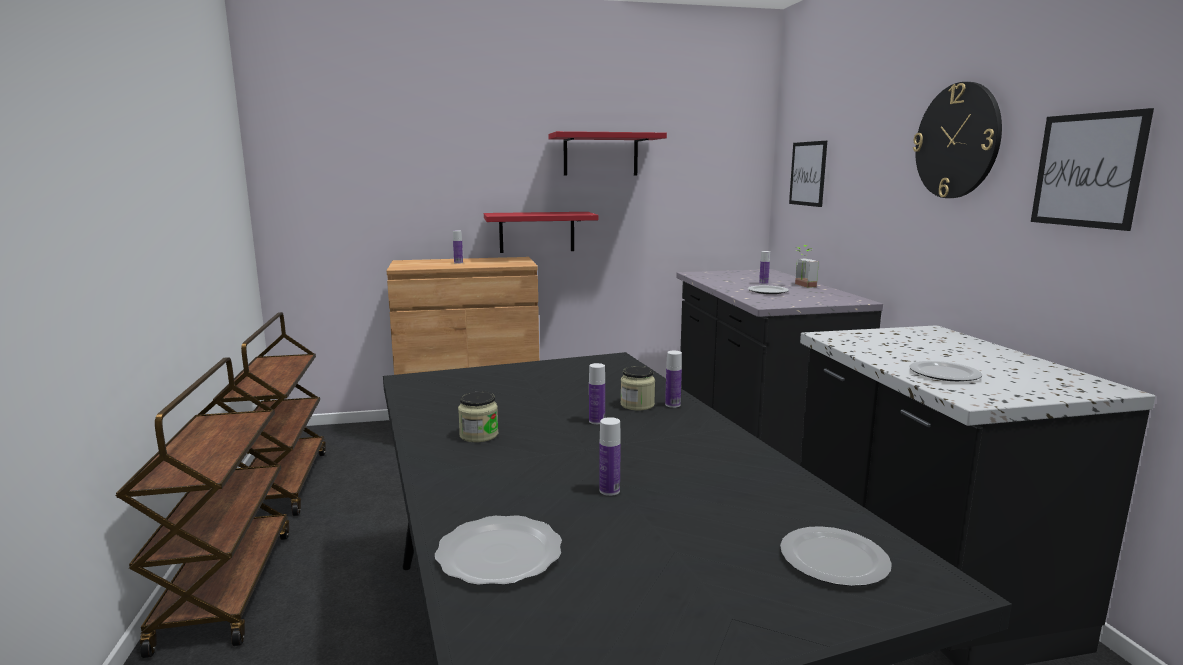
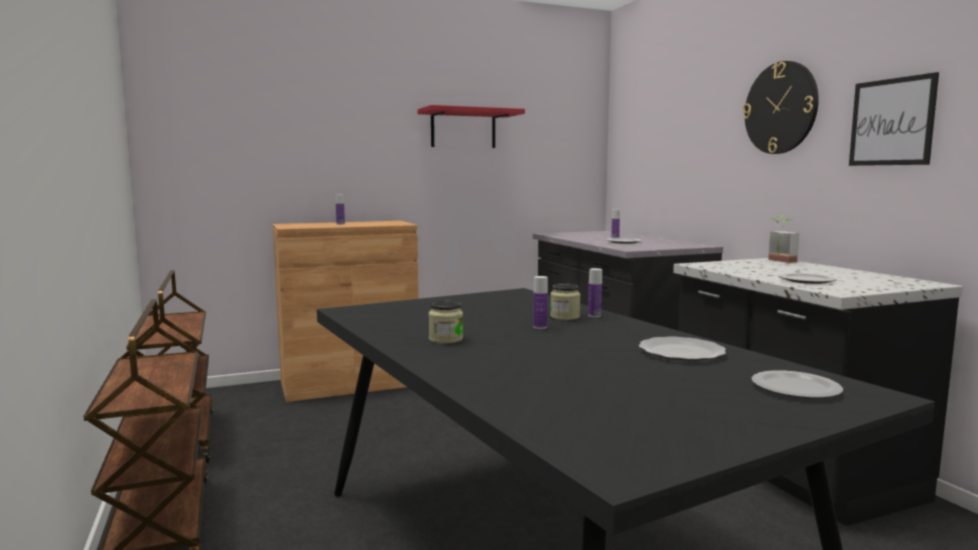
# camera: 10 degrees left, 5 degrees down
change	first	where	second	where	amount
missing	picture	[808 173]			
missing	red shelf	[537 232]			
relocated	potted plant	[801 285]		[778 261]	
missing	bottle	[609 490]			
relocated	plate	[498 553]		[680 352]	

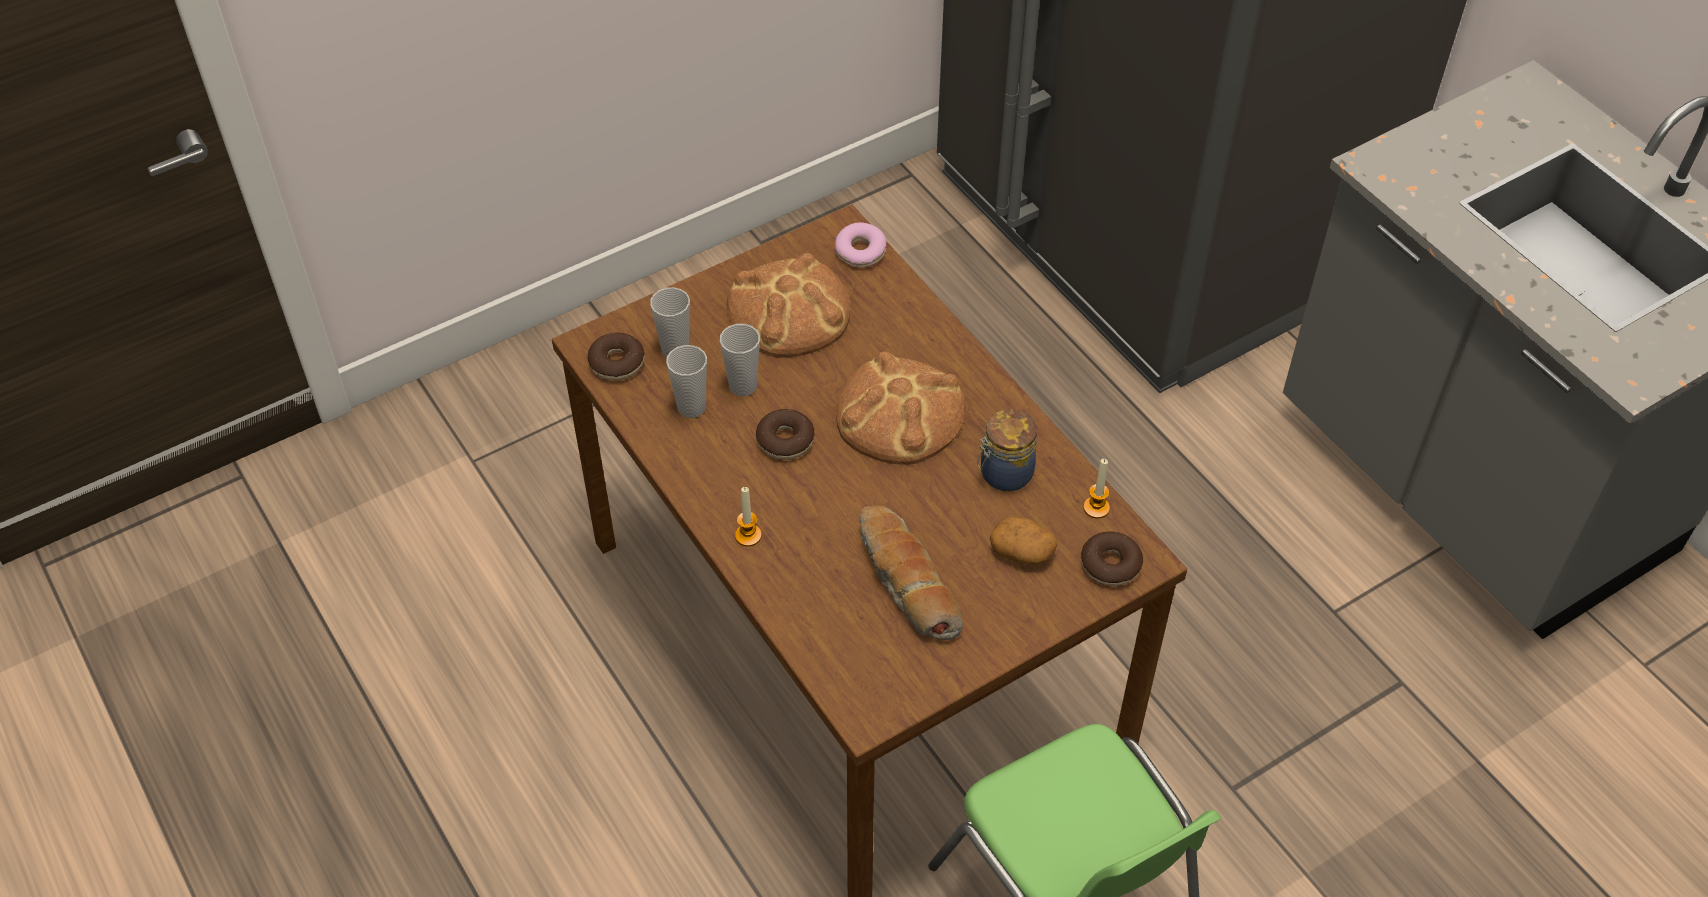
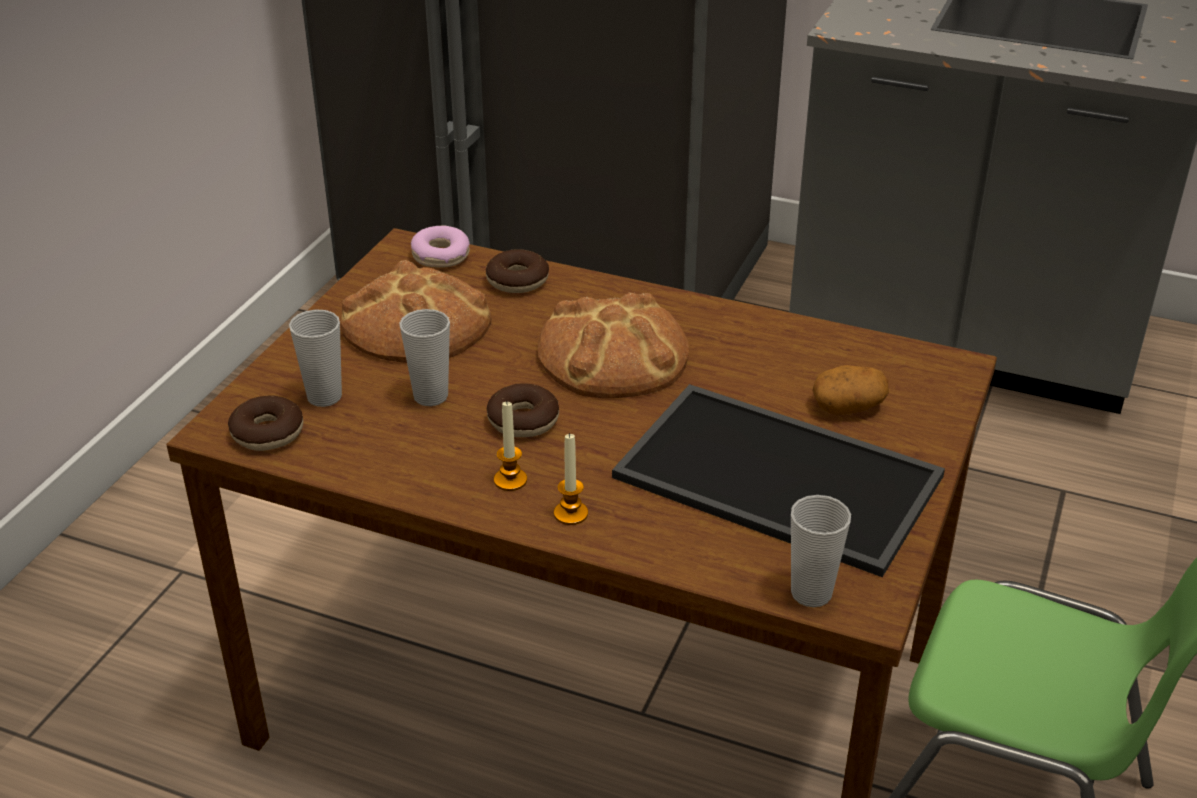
# camera: 35 degrees left, 15 degrees down
change	first	where	second	where	amount
relocated	cup	[691 407]		[811 593]	
missing	jar	[1004 474]			
relocated	candle	[1096 508]		[510 480]	
exchanged	bread	[905 583]	tray	[772 478]	
relocated	donut	[1110 565]		[517 281]	

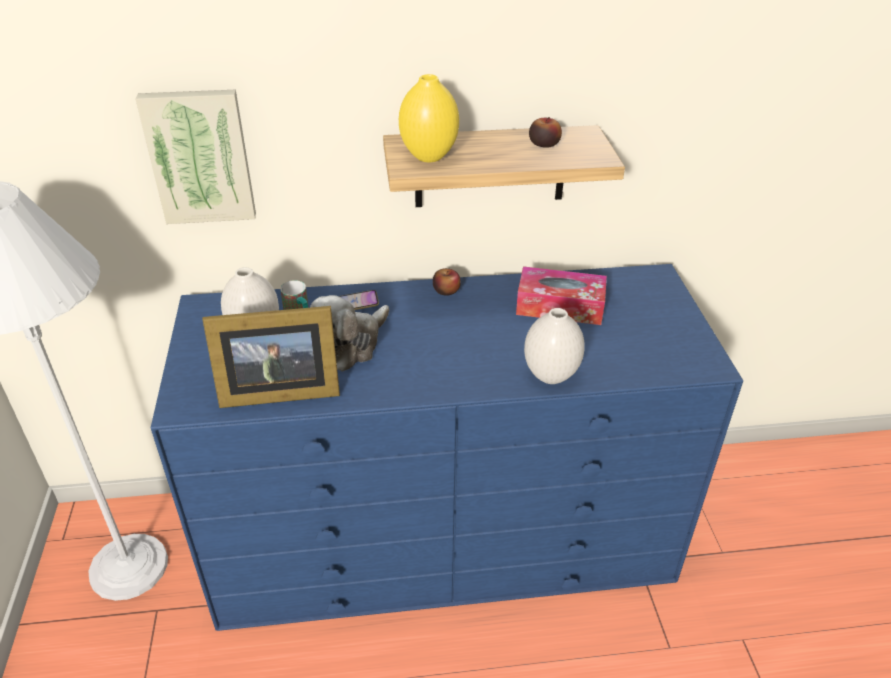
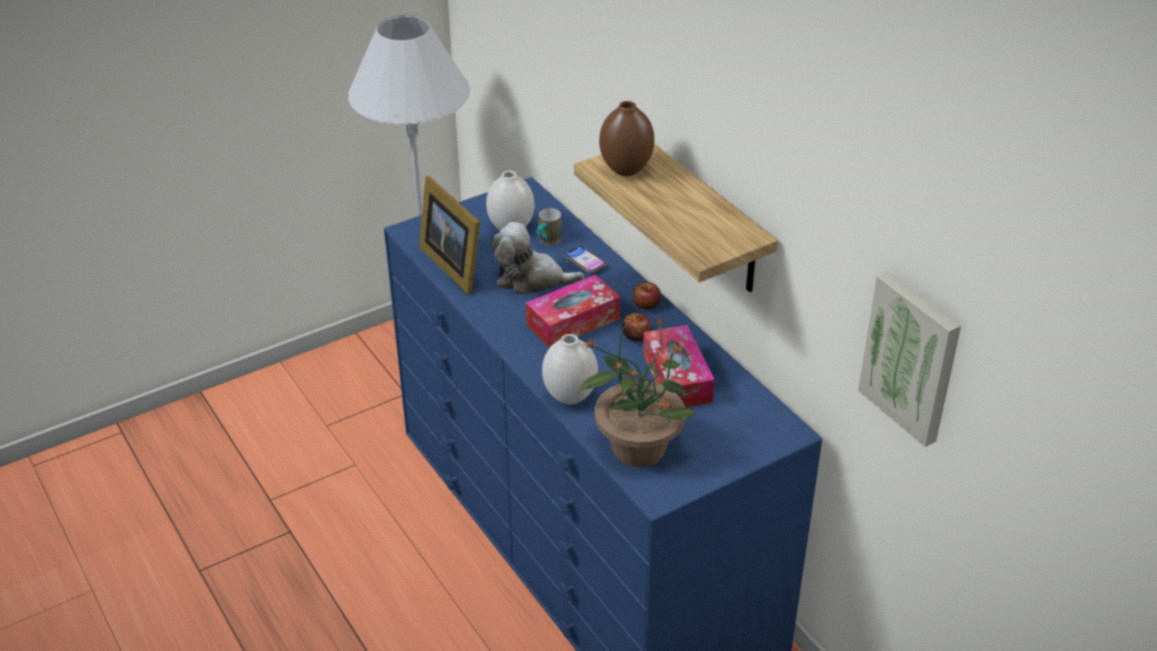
# camera: 65 degrees right, 0 degrees up
change	first	where	second	where	amount
colour	yellow vase	[429 156]	brown vase	[627 170]	
relocated	picture	[200 156]		[912 357]	
relocated	apple	[544 144]		[635 335]	
appeared			tissue box	[573 322]	
appeared			potted plant	[638 447]	

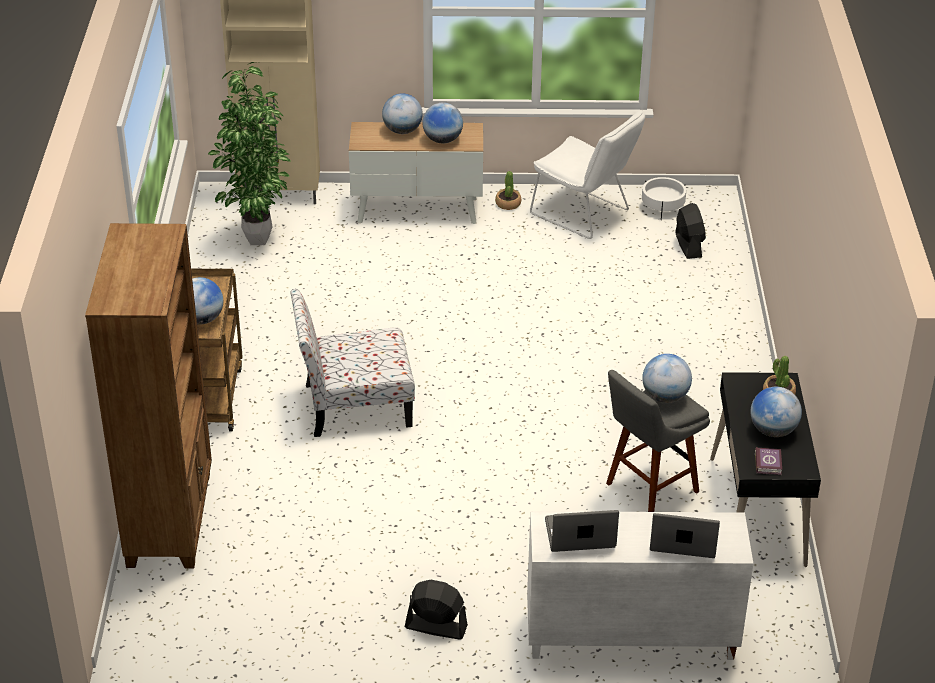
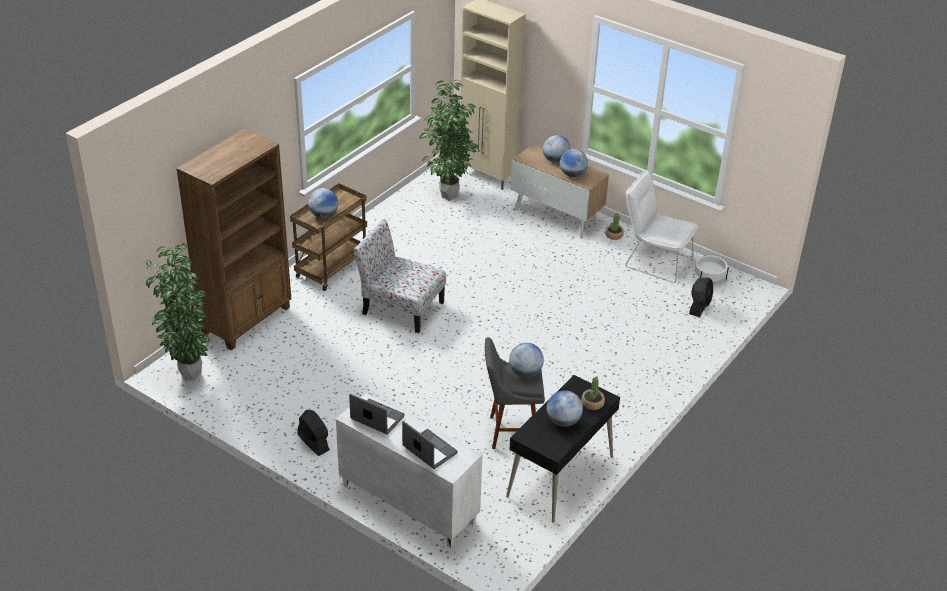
# camera: 35 degrees right, 0 degrees up
change	first	where	second	where	amount
spun	white chair	[585 214]		[654 261]	135 degrees clockwise
missing	book	[768 463]			
appeared			potted plant	[189 373]	

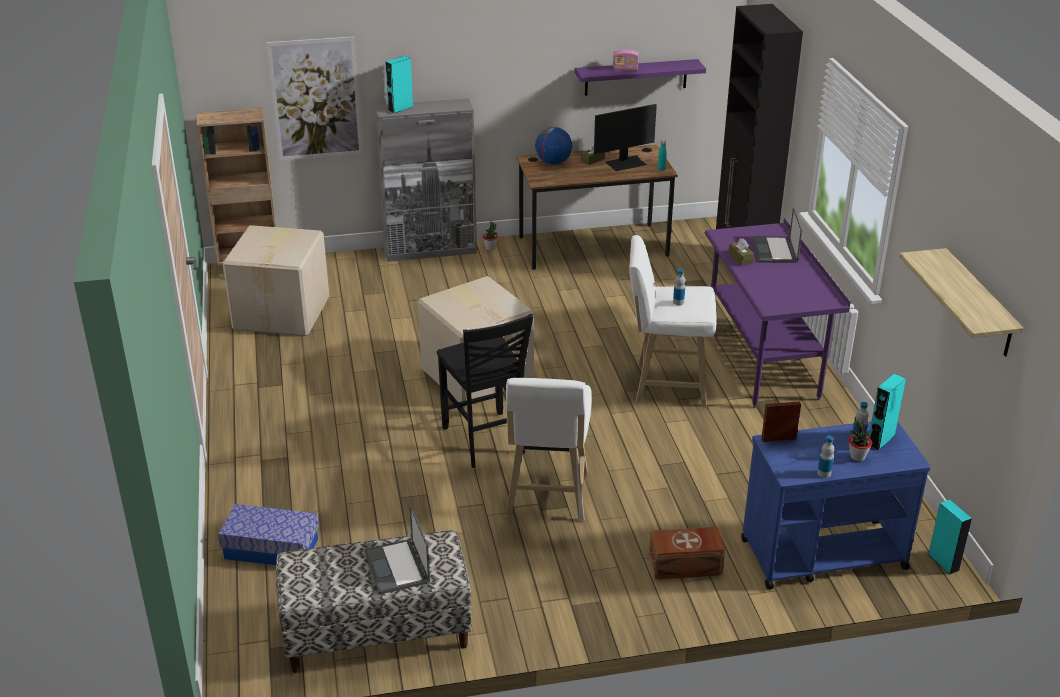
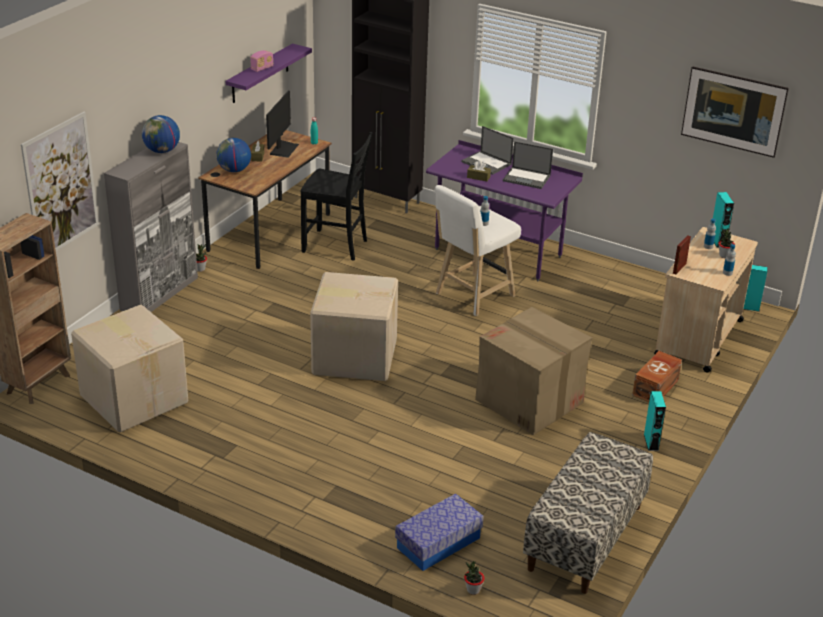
# camera: 50 degrees left, 0 degrees up
change	first	where	second	where	amount
relocated	turquoise speaker	[400 108]		[651 442]	
exchanged	shelf	[979 304]	picture	[730 128]	
relocated	black chair	[485 441]		[336 246]	
exchanged	white stool	[546 498]	cardboard box	[530 401]	
colour	blue cart	[822 554]	beige cart	[698 338]	
relocated	laptop	[397 567]		[527 178]	
appeared			globe	[162 151]	
appeared			potted plant	[473 590]	

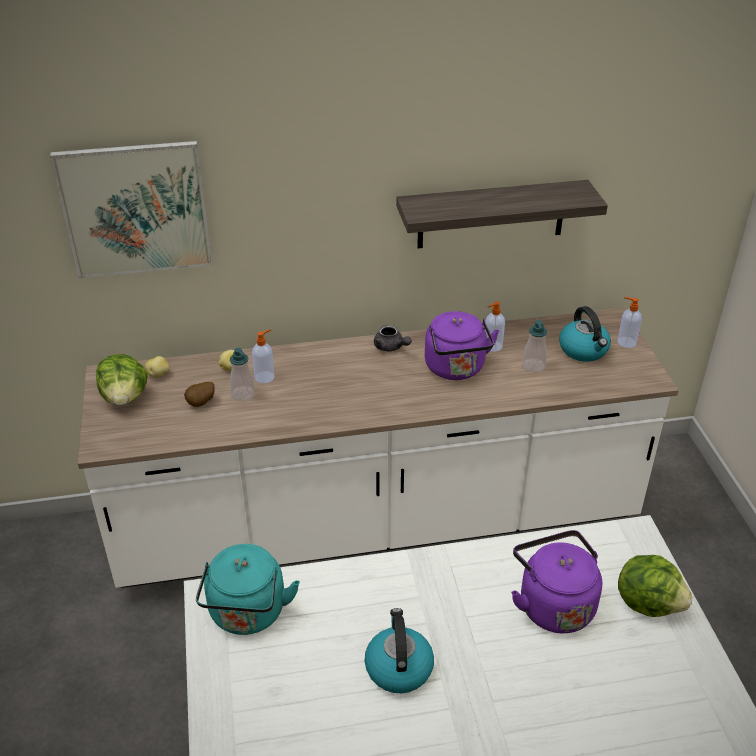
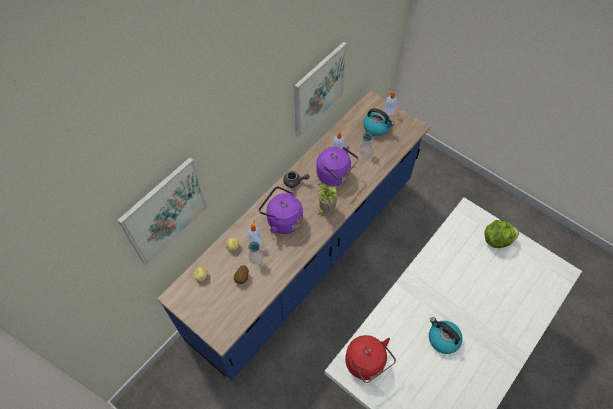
# camera: 40 degrees left, 20 degrees up
change	first	where	second	where	amount
exchanged	shelf	[491 214]	picture	[318 89]	
colour	white counter	[378 524]	blue counter	[306 257]	
missing	lettuce	[125 398]			
relocated	purple kettle	[553 604]		[282 220]	
colour	turquoise kettle	[247 615]	red kettle	[367 364]	
appeared			potted plant	[326 209]	

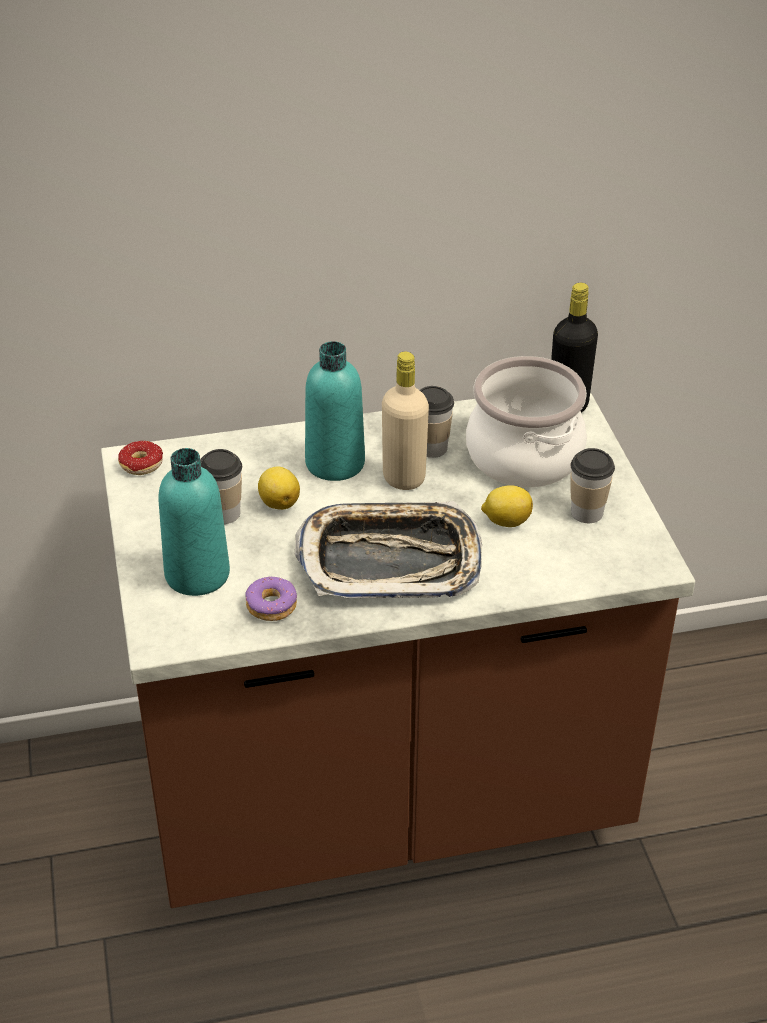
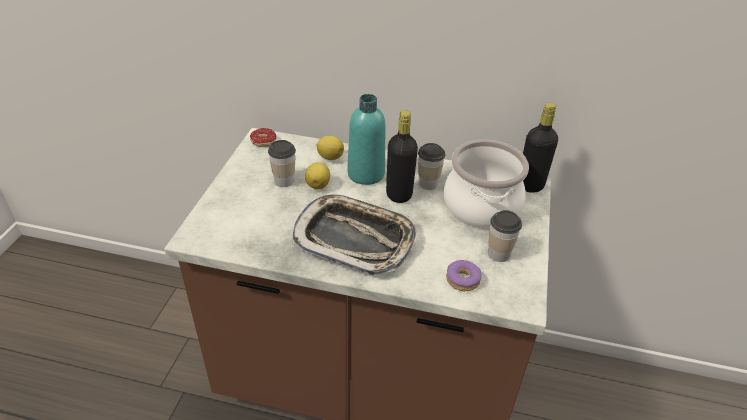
# camera: 25 degrees right, 0 degrees up
change	first	where	second	where	amount
colour	beige bottle	[404 478]	black bottle	[399 195]	
missing	turquoise bottle	[197 574]			
relocated	lemon	[506 521]		[329 157]	
relocated	donut	[272 605]		[463 280]	

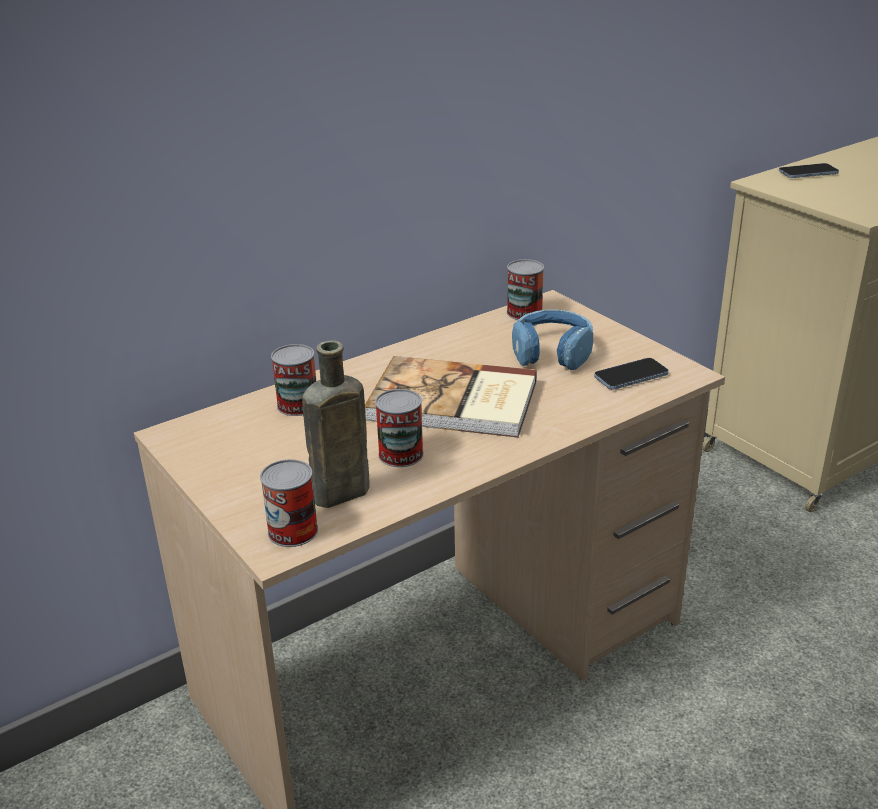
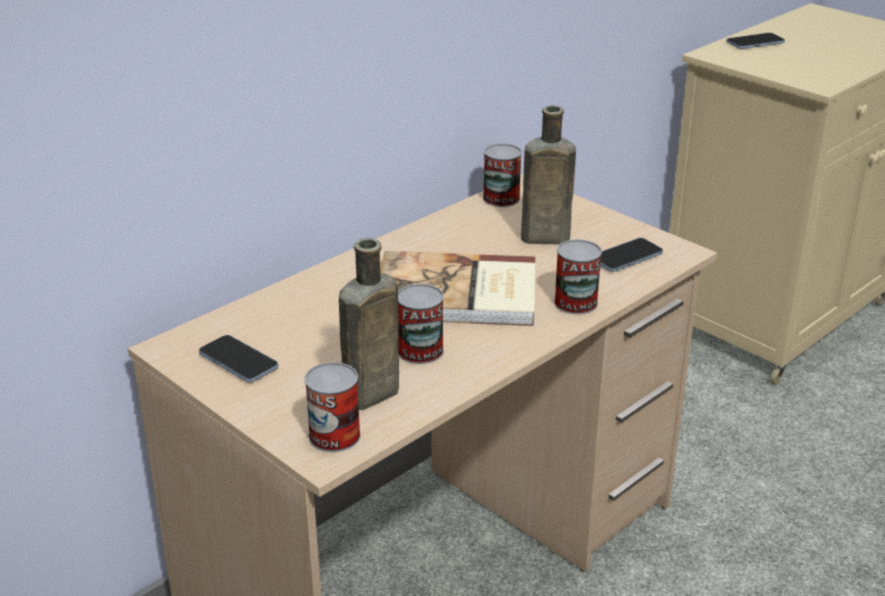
# camera: 10 degrees left, 0 degrees up
change	first	where	second	where	amount
exchanged	blue headphones	[552 352]	brown bottle	[541 238]	
relocated	can	[298 405]		[575 303]	
appeared			phone	[238 361]	

